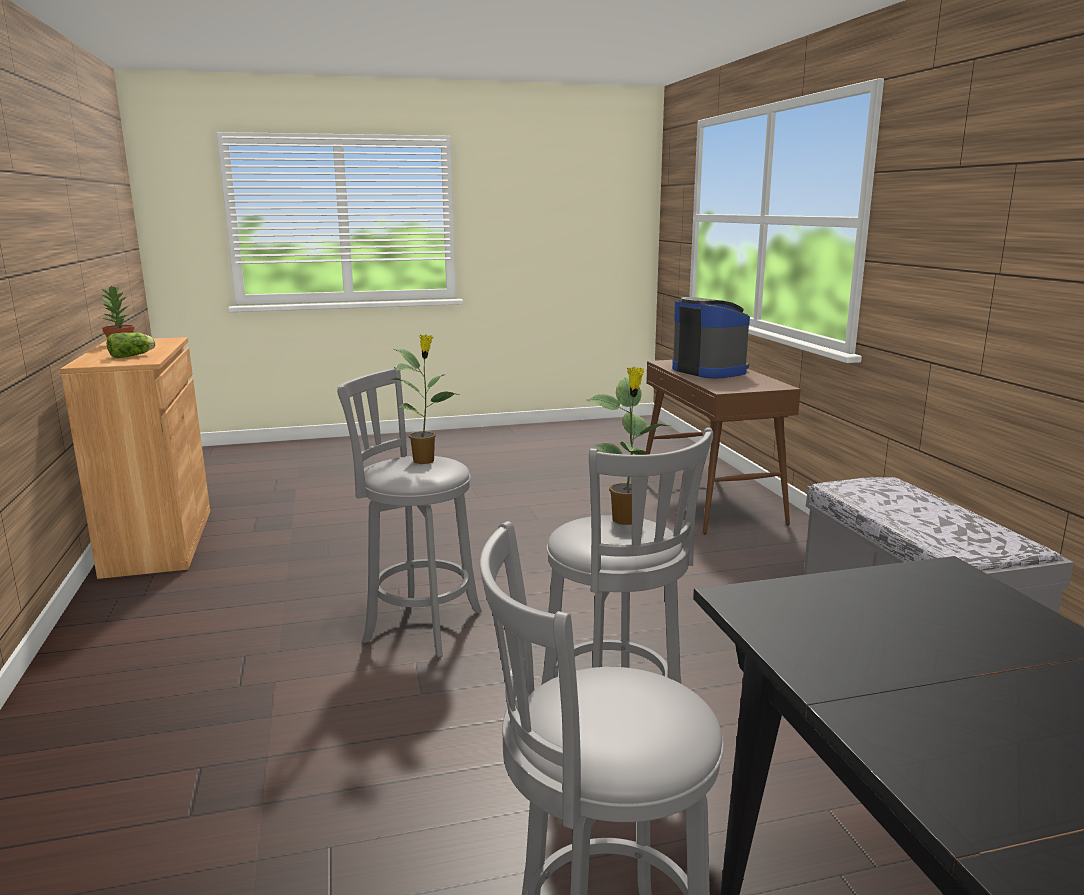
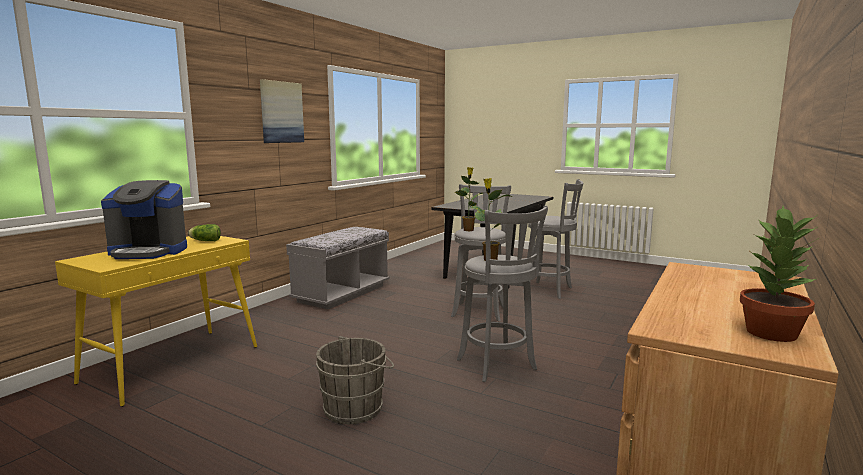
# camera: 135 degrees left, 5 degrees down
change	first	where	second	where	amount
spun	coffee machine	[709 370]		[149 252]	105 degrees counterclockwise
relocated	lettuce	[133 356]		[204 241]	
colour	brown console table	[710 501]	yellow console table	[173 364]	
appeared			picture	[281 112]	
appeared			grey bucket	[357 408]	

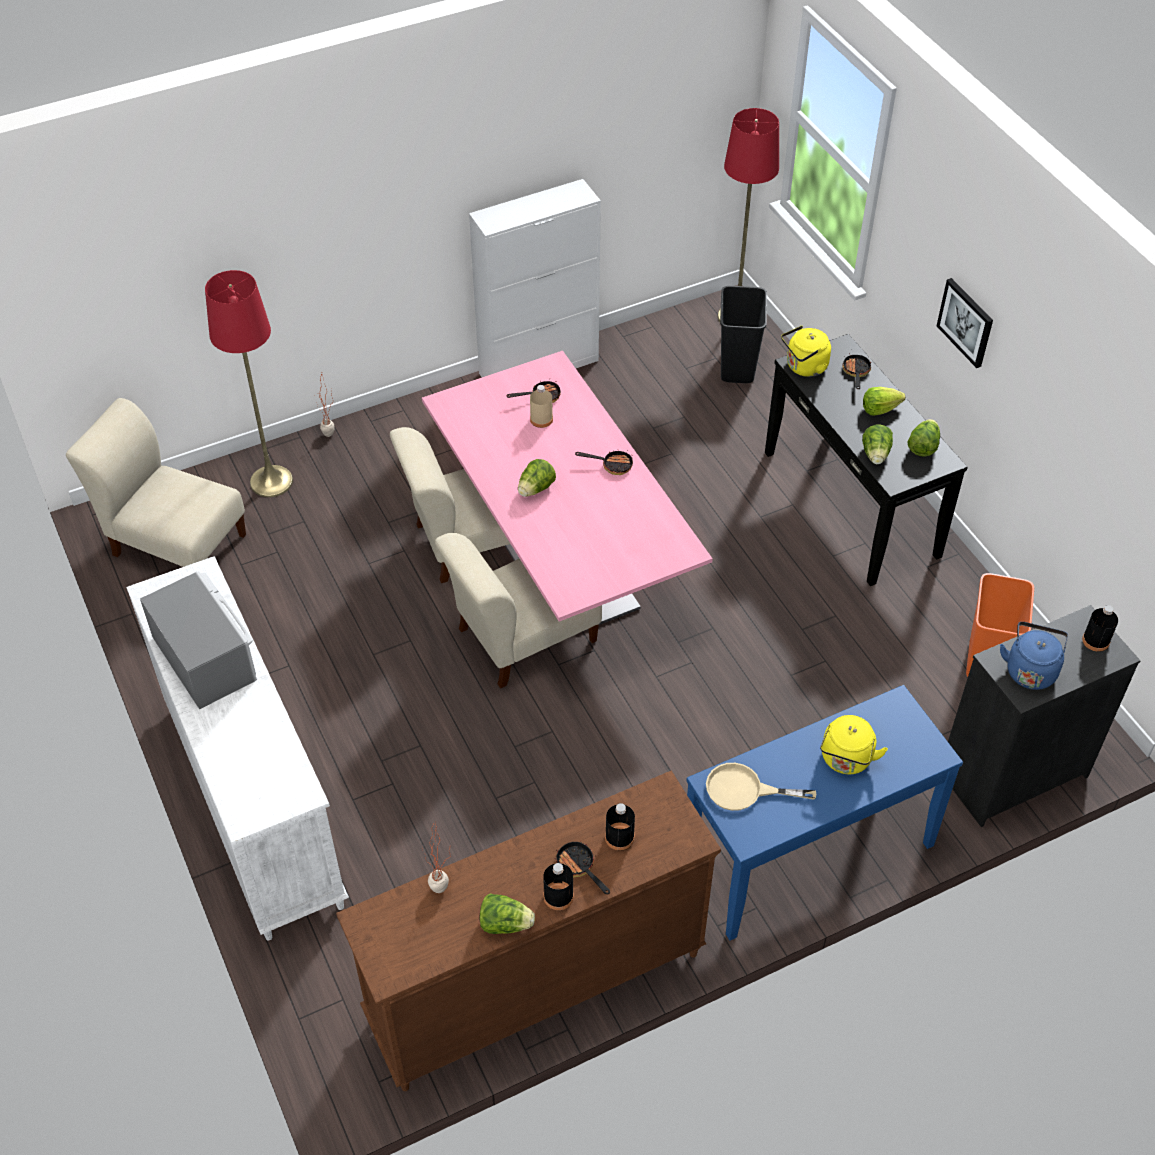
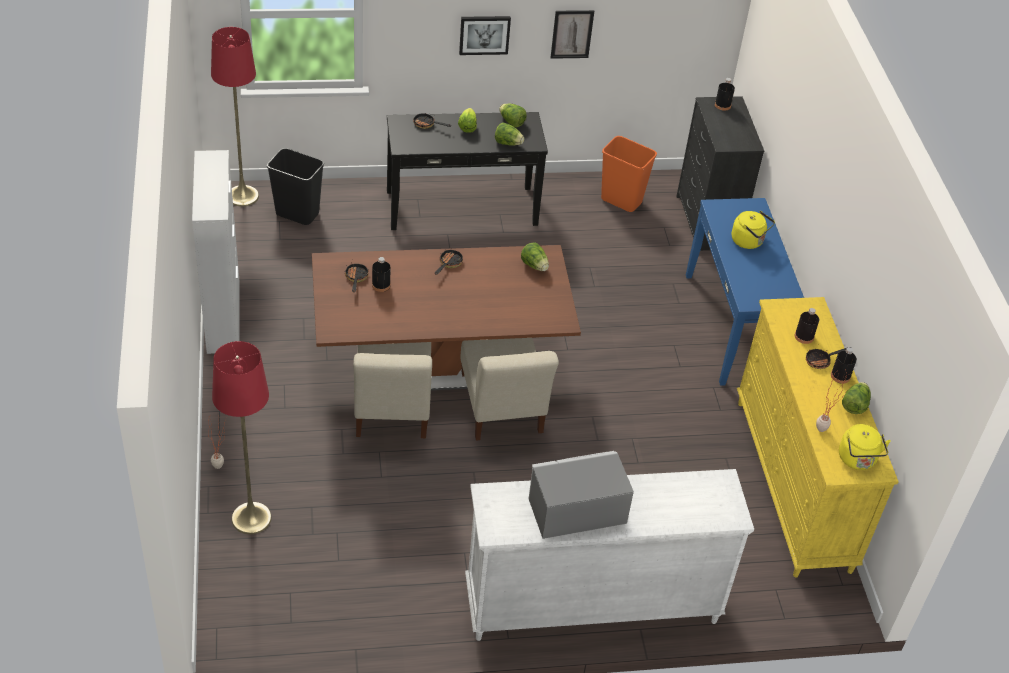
# camera: 75 degrees left, 5 degrees down
change	first	where	second	where	amount
relocated	yellow kettle	[804 367]		[858 460]	
colour	pink dining table	[561 562]	brown dining table	[439 365]	
colour	beige bottle	[541 419]	black bottle	[381 285]	
missing	beige chair	[175 542]			
relocated	lettuce	[536 489]		[535 266]	
missing	blue kettle	[1030 669]			
missing	beige frying pan	[744 790]			
colour	brown dresser	[534 986]	yellow dresser	[792 485]	
appeared			picture	[572 34]	

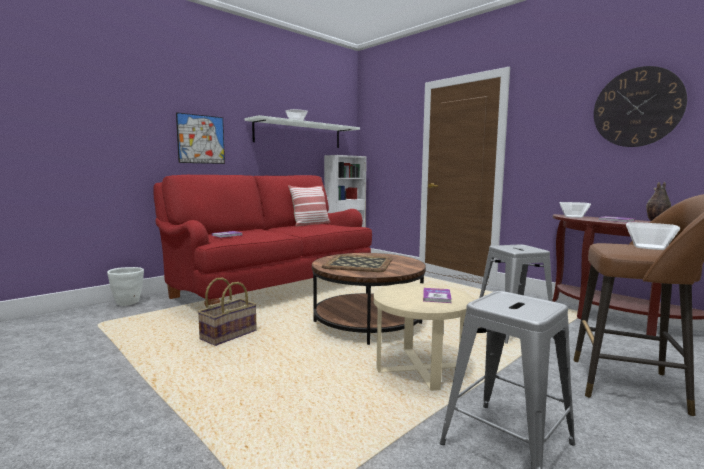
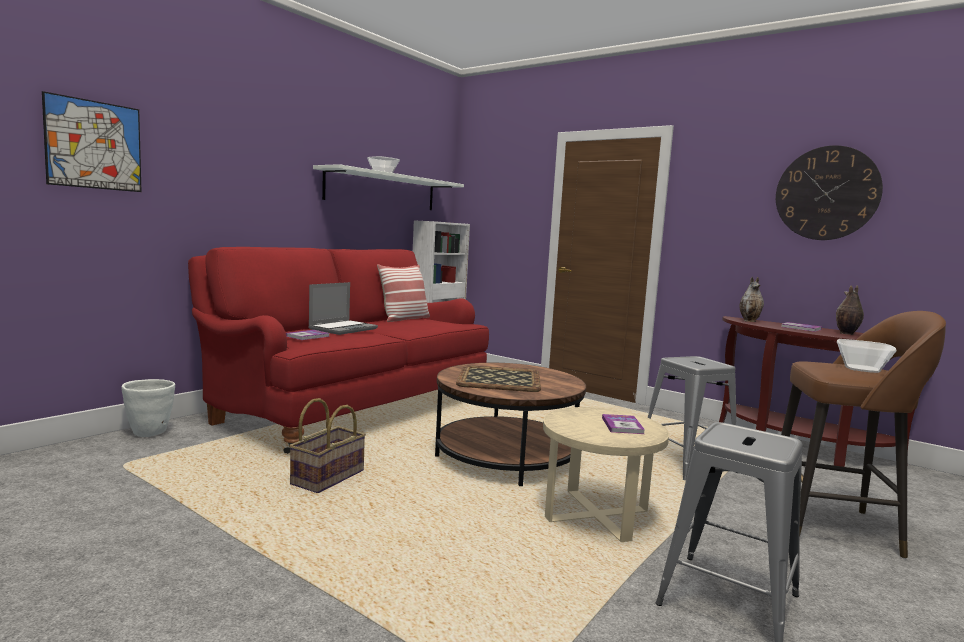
# camera: 10 degrees left, 0 degrees up
change	first	where	second	where	amount
relocated	picture	[201 139]		[94 145]	
exchanged	bowl	[573 216]	vase	[750 321]	
appeared			laptop	[343 329]	

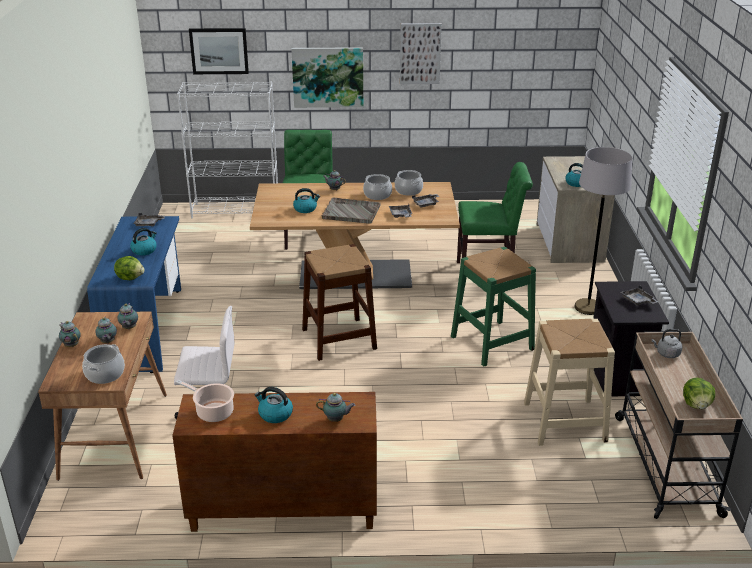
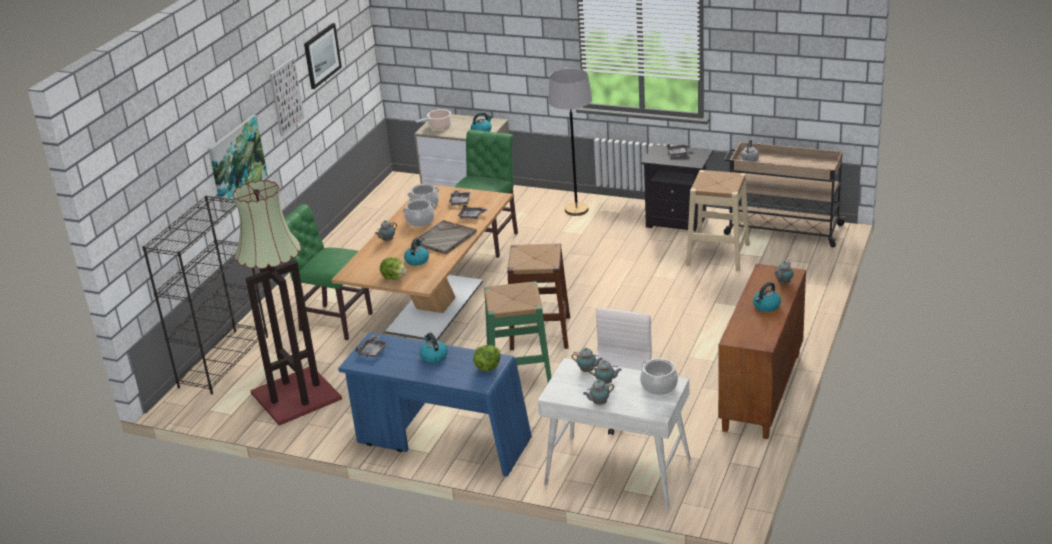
# camera: 65 degrees left, 0 degrees up
change	first	where	second	where	amount
relocated	picture	[219 51]		[322 55]	
colour	white bookcase	[236 210]	black bookcase	[224 361]	
relocated	green stool	[492 342]		[519 376]	
colour	brown desk	[114 435]	white desk	[617 472]	
relocated	lettuce	[697 405]		[394 277]	
relocated	cooking pot	[212 412]		[438 126]	
appeared			floor lamp	[294 396]	

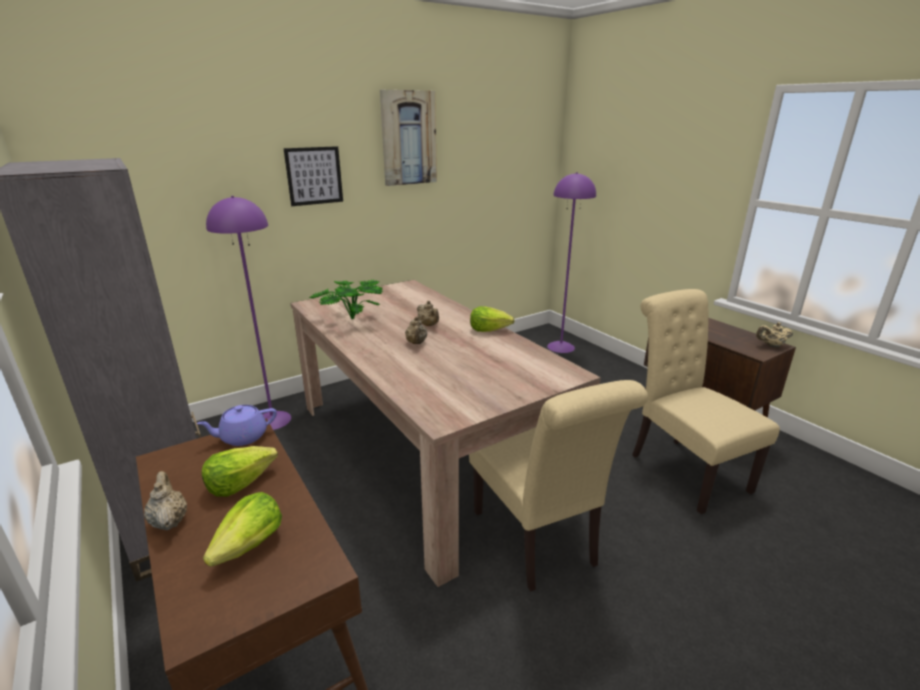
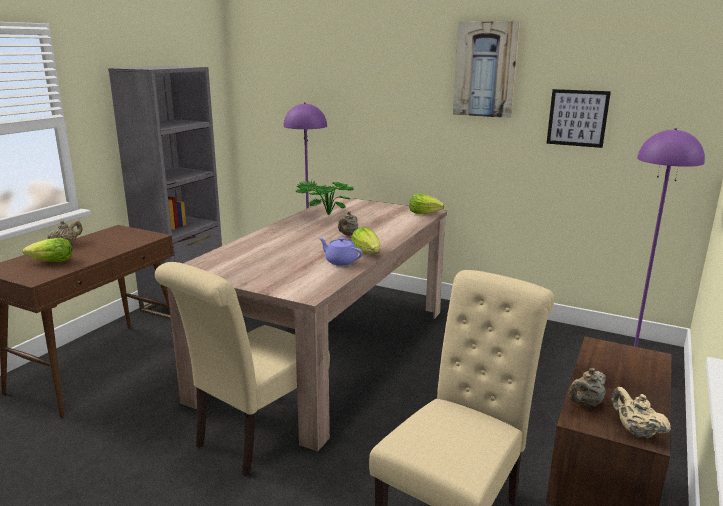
# camera: 60 degrees right, 5 degrees down
change	first	where	second	where	amount
relocated	picture	[314 176]		[577 118]	
relocated	beige teapot	[416 343]		[585 404]	
relocated	purple teapot	[242 437]		[340 261]	
relocated	lettuce	[240 482]		[424 213]	

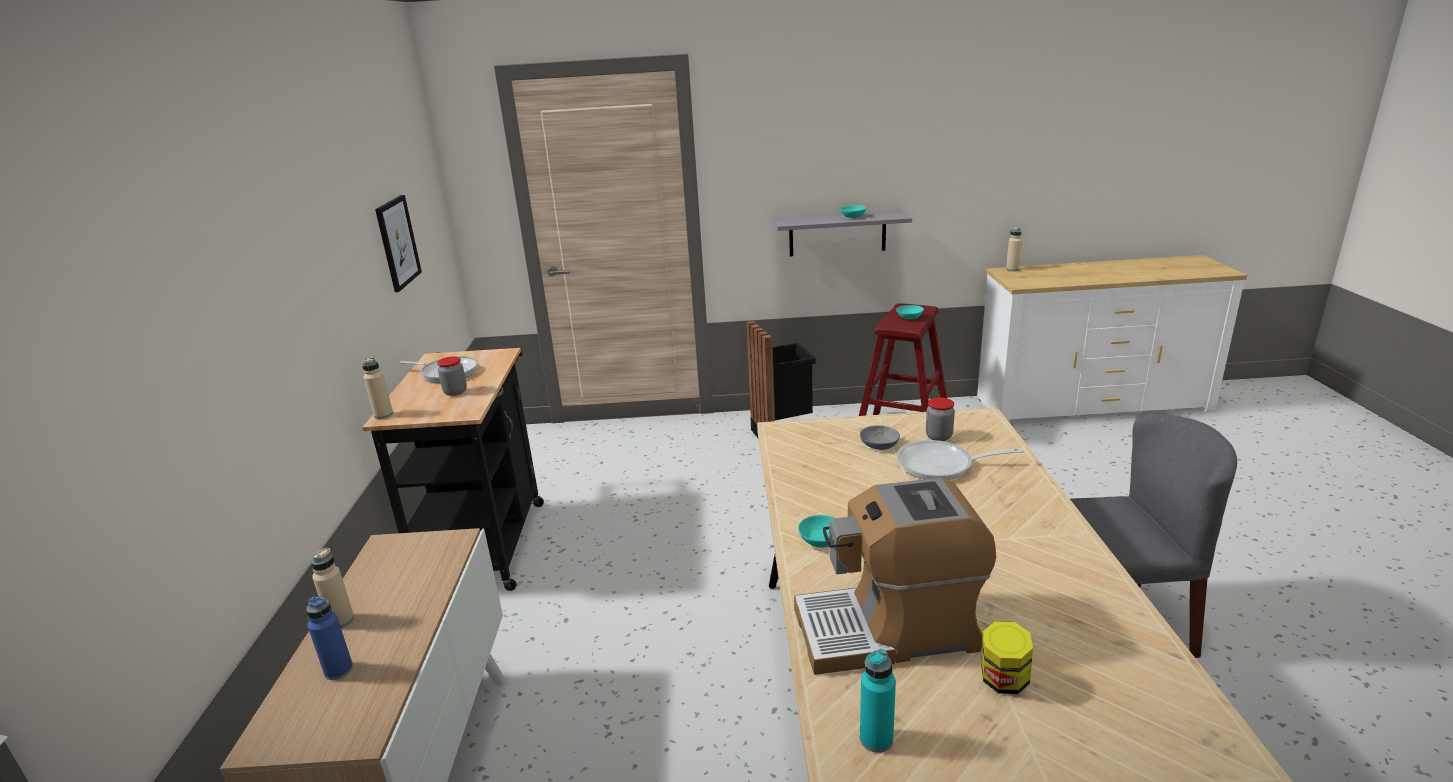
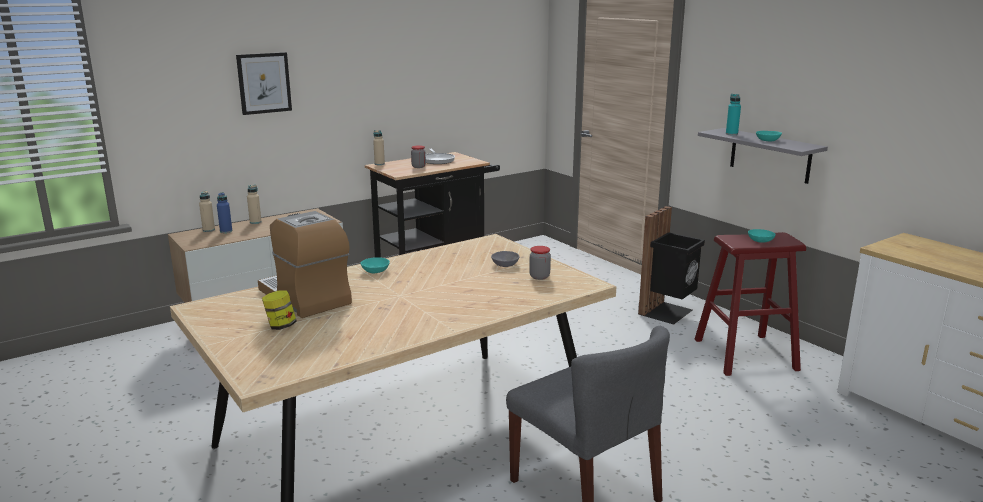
# camera: 55 degrees right, 5 degrees down
change	first	where	second	where	amount
relocated	picture	[397 242]		[264 83]	
relocated	beige bottle	[1012 269]		[208 230]	
missing	frying pan	[941 465]			
relocated	turquoise bottle	[876 739]		[731 134]	

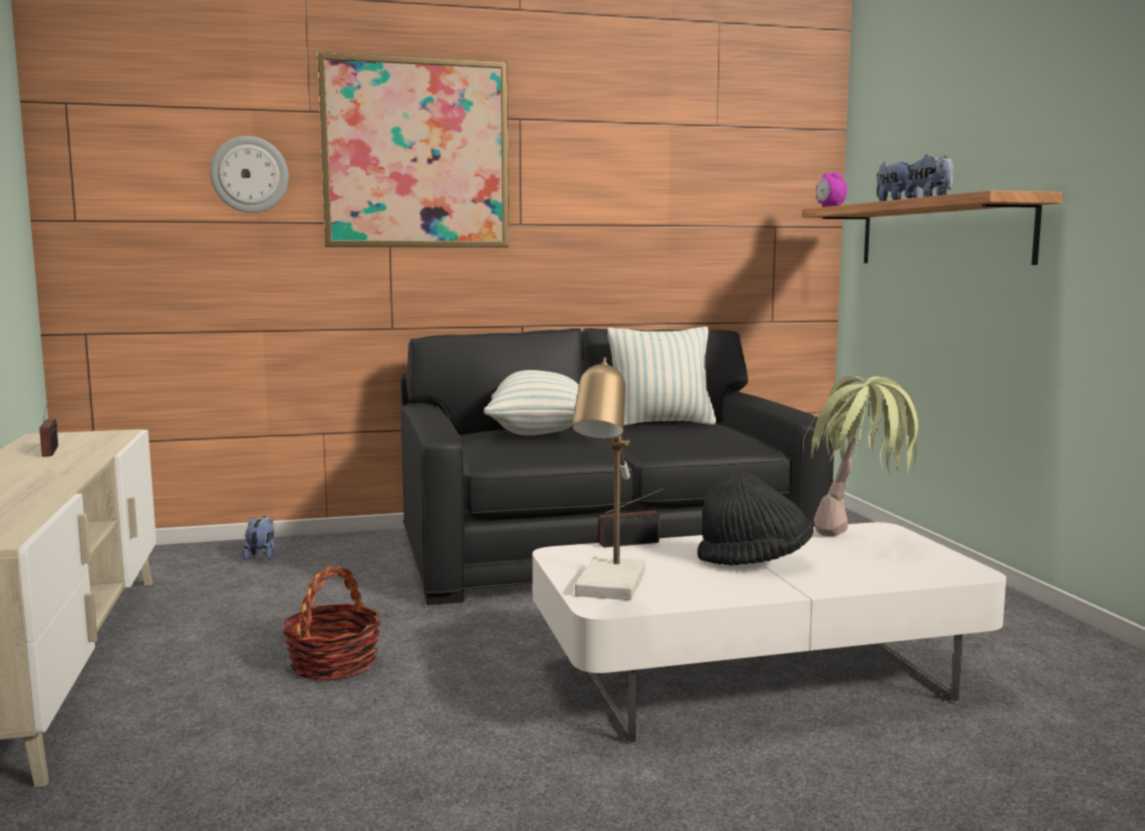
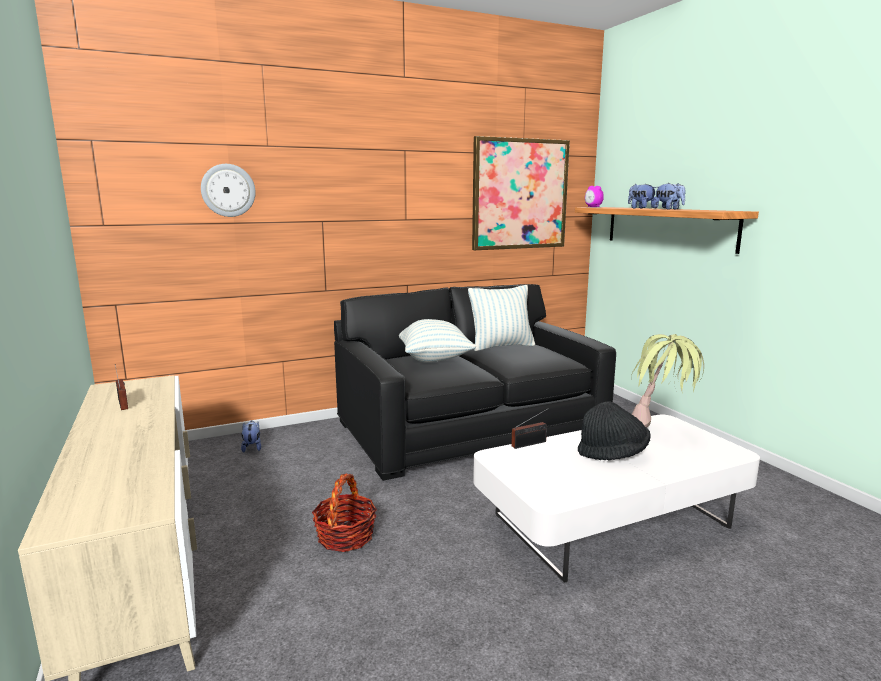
# camera: 10 degrees left, 5 degrees up
change	first	where	second	where	amount
relocated	picture	[416 154]		[520 194]	
missing	table lamp	[610 587]			

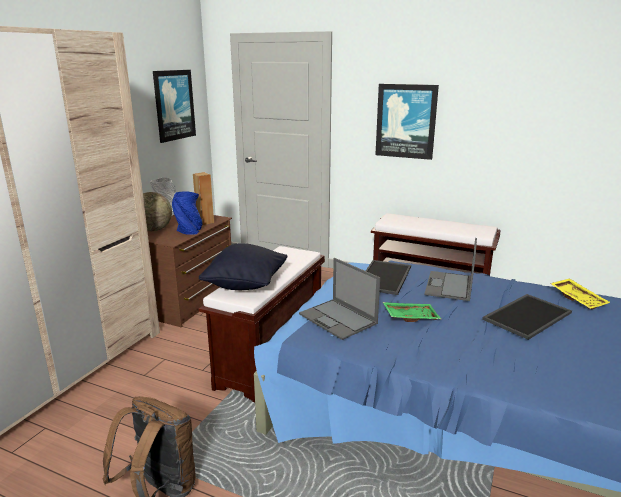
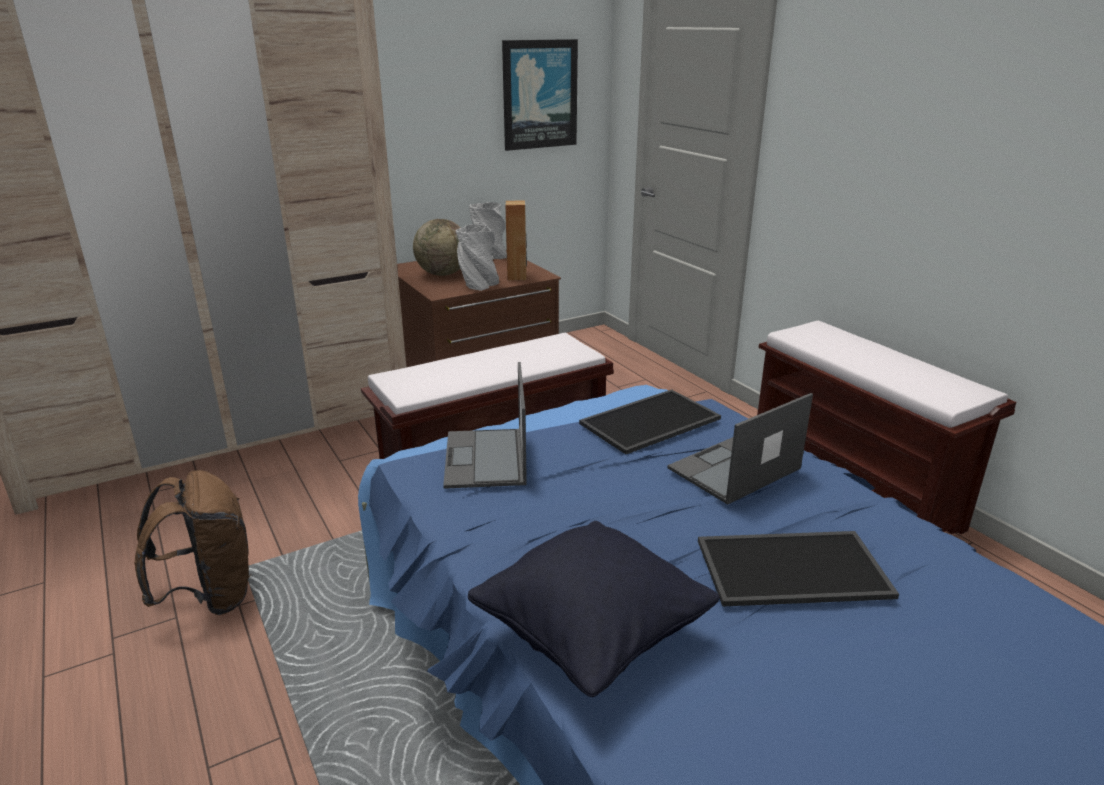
# camera: 35 degrees right, 5 degrees up
change	first	where	second	where	amount
missing	picture	[406 121]			
colour	blue vase	[189 231]	grey vase	[478 285]	
relocated	black pillow	[246 285]		[592 636]	
missing	yellow tray	[578 299]			
missing	green tray	[410 317]			

